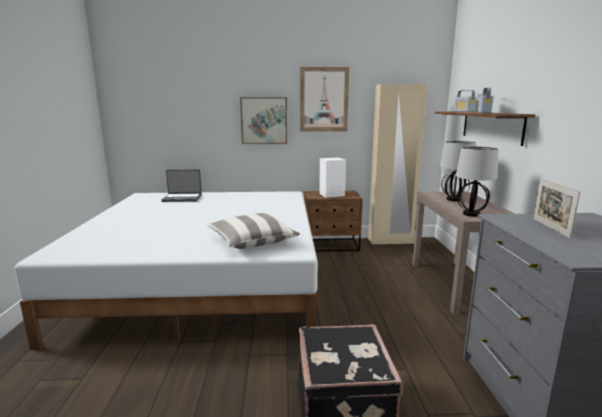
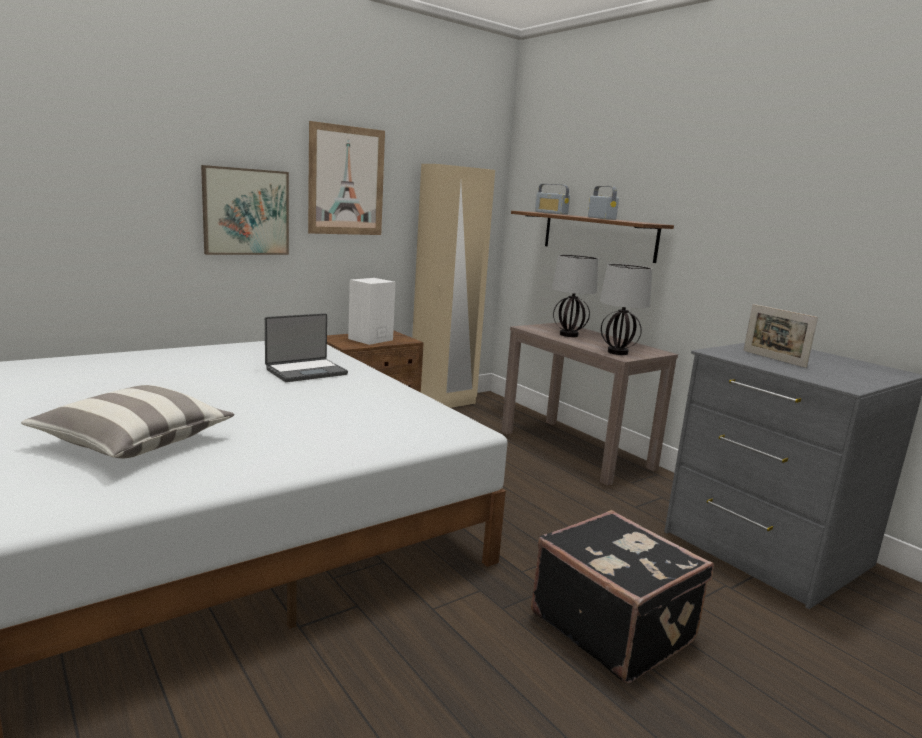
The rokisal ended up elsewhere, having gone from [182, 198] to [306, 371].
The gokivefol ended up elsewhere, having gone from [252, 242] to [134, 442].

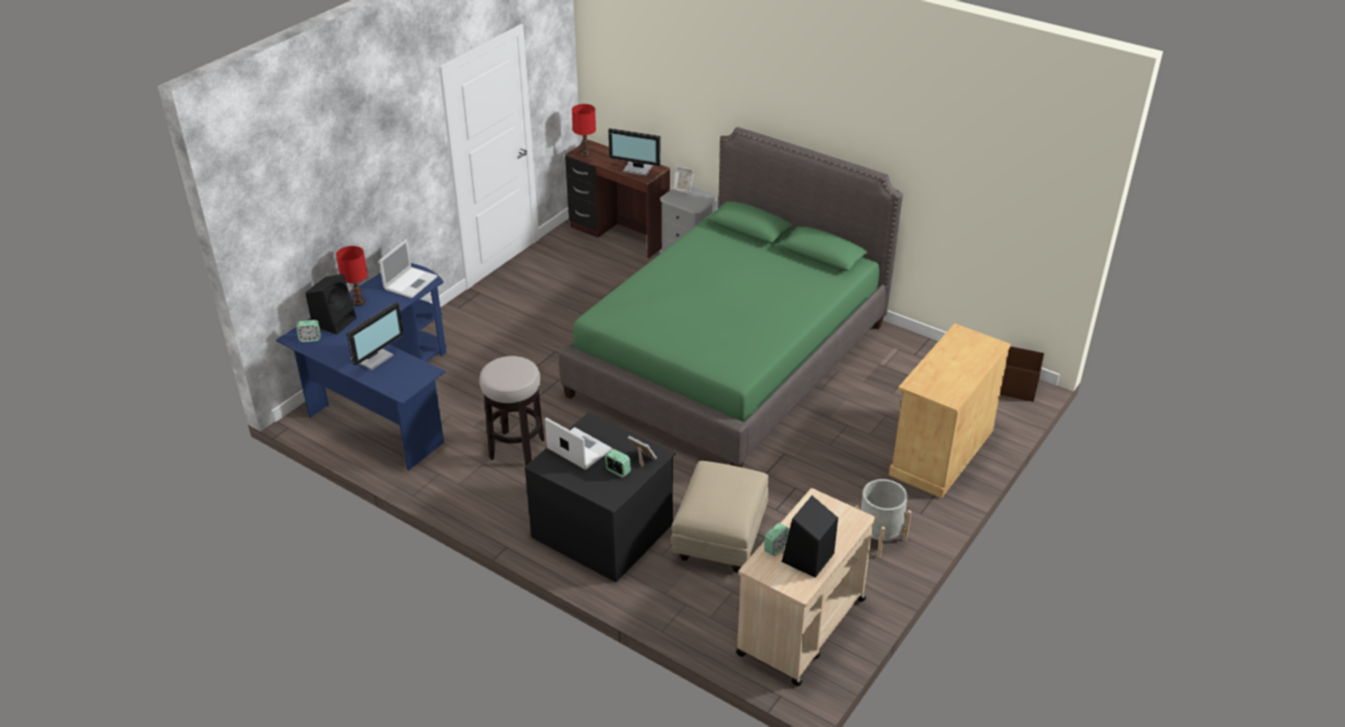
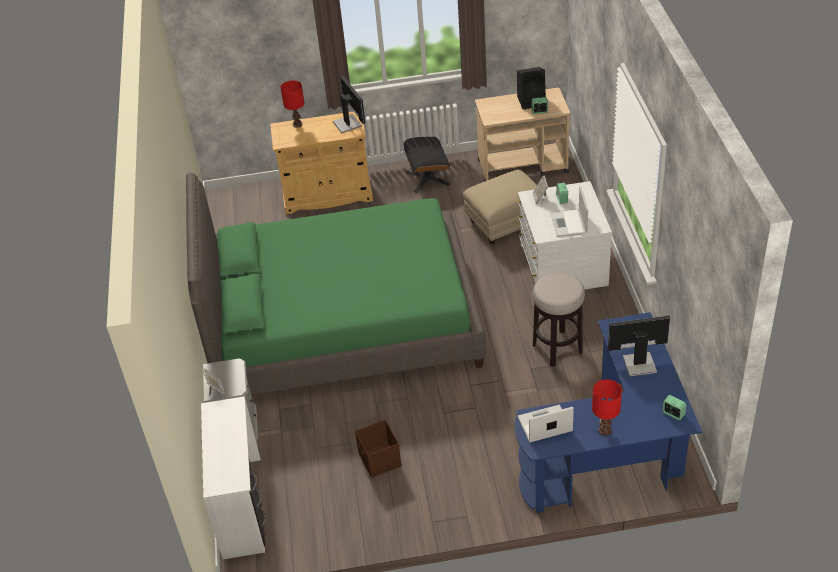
The second view lost the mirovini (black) at [335, 321].
What was the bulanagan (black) at [604, 529] turned into the bulanagan (white) at [562, 265].
What was the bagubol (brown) at [619, 235] turned into the bagubol (white) at [243, 507].
The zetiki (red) ended up elsewhere, having gone from [585, 154] to [297, 124].
The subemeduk ended up elsewhere, having gone from [638, 169] to [348, 123].
Where the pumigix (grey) stood at [879, 537], the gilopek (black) came to stand at [427, 178].
The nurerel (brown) ended up elsewhere, having gone from [1017, 388] to [379, 460].

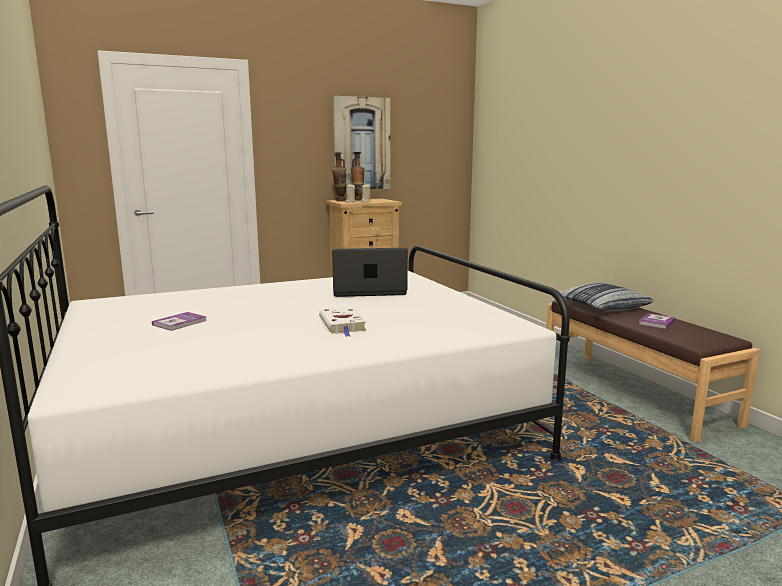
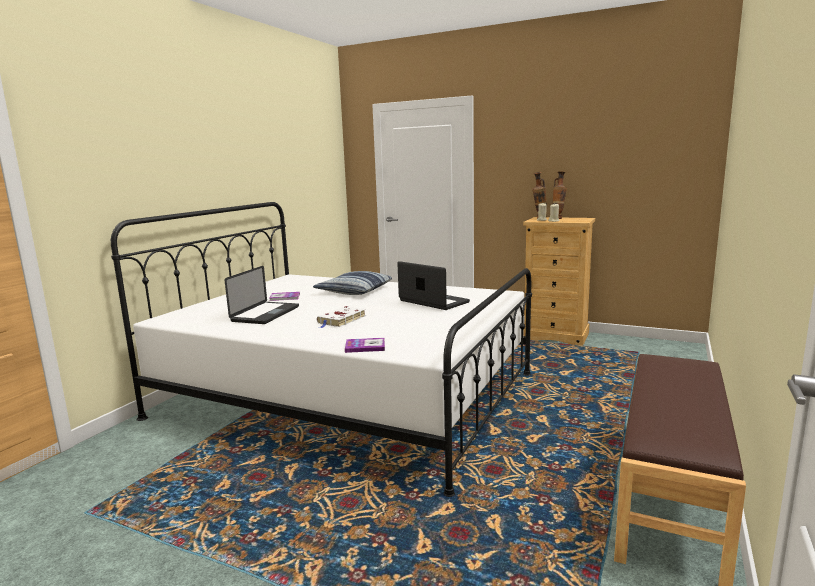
The second view lost the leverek at [361, 144].
The gokivefol ended up elsewhere, having gone from [601, 307] to [354, 291].
The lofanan ended up elsewhere, having gone from [656, 322] to [365, 346].
The second view gained the rokisal at [265, 314].

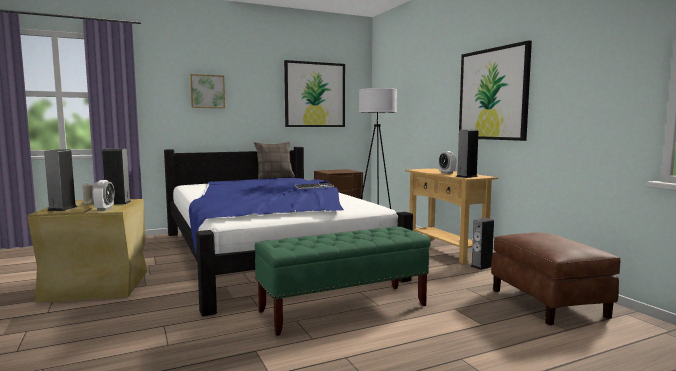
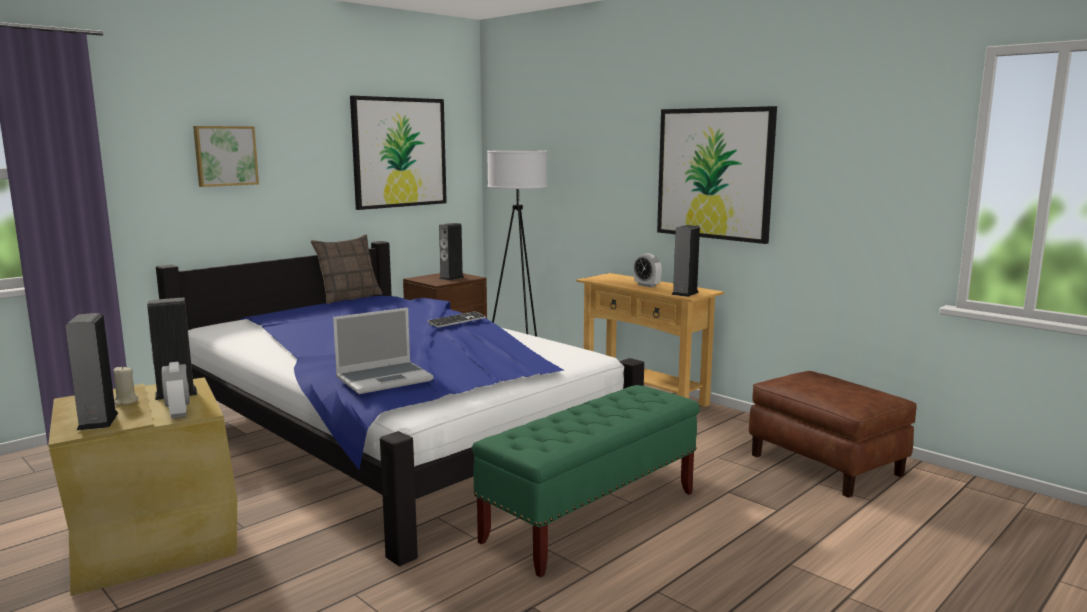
The mirovini ended up elsewhere, having gone from [481, 266] to [451, 278].
The second view gained the rokisal at [385, 379].

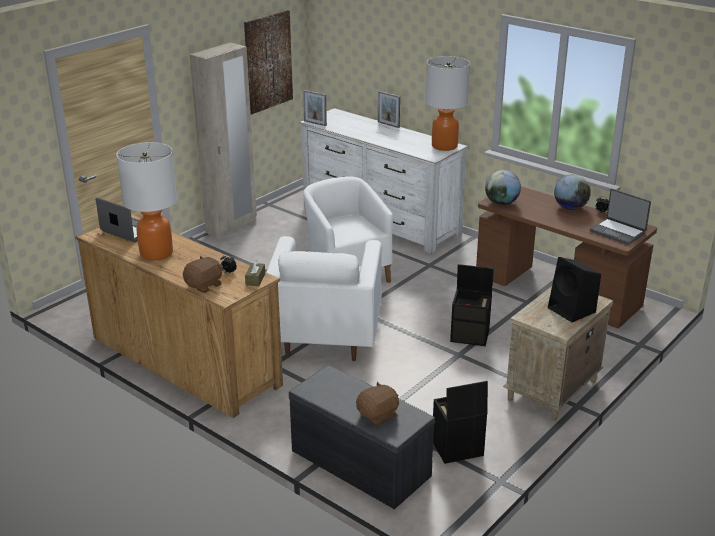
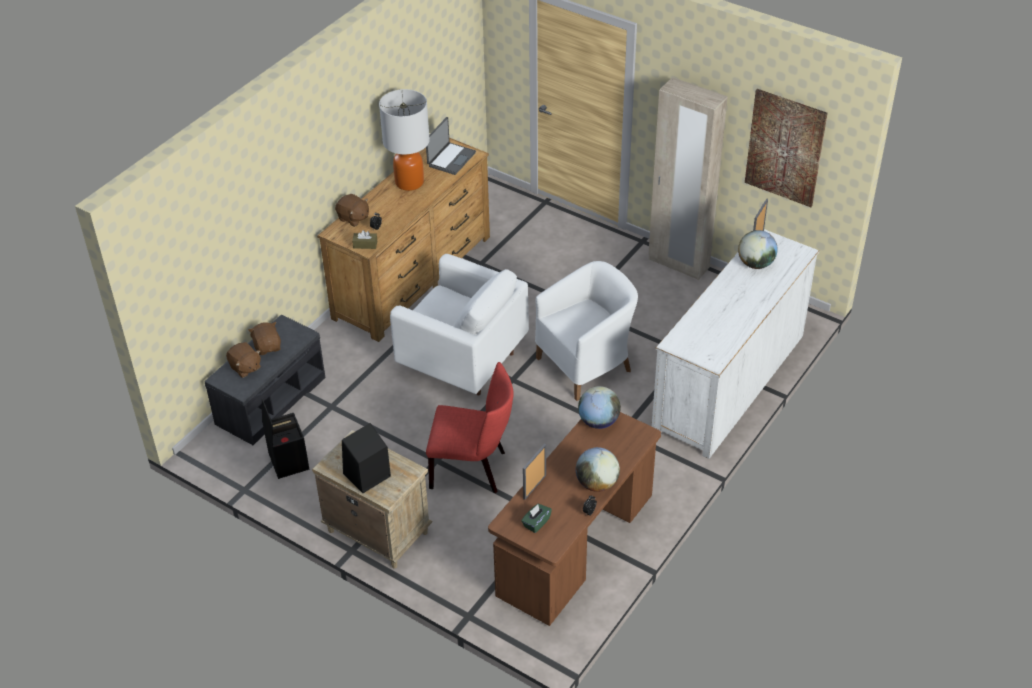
The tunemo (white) at [325, 336] ended up facing another way, 150 degrees counterclockwise from before.
The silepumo ended up elsewhere, having gone from [388, 124] to [534, 487].
The second view lost the zetiki at [444, 146].
Where the nurerel (black) stood at [470, 335], the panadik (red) came to stand at [473, 469].
Where the rokisal stood at [618, 232], the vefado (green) came to stand at [536, 523].
The second view gained the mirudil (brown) at [267, 347].
The second view gained the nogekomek at [755, 264].

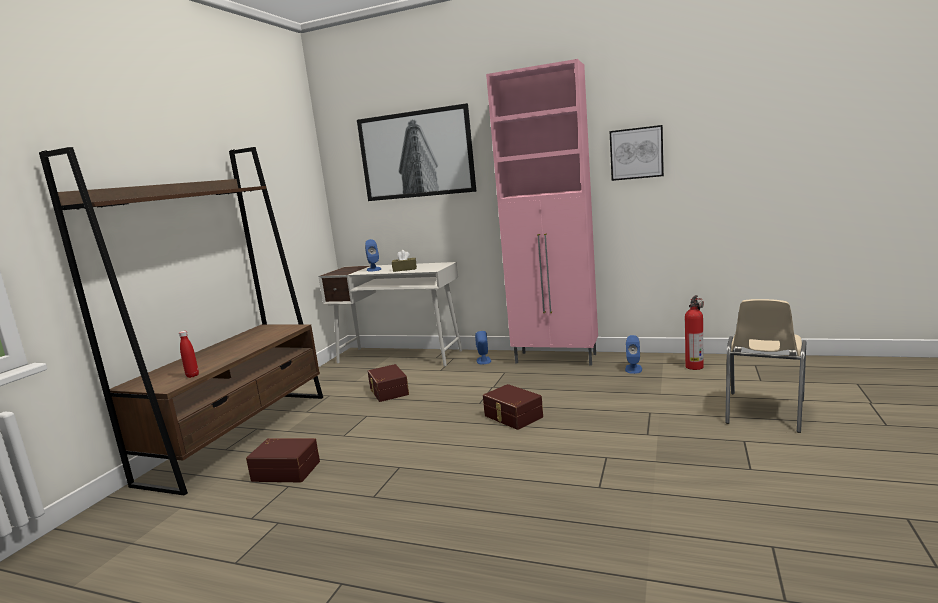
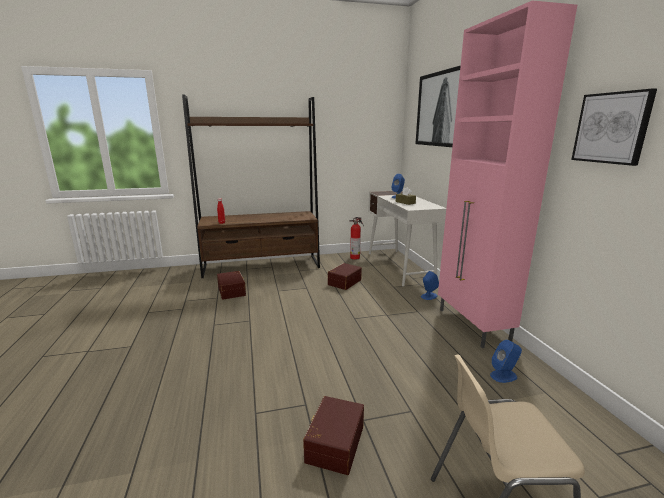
The nurerel (brown) ended up elsewhere, having gone from [512, 417] to [333, 443].
The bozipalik ended up elsewhere, having gone from [694, 366] to [355, 257].

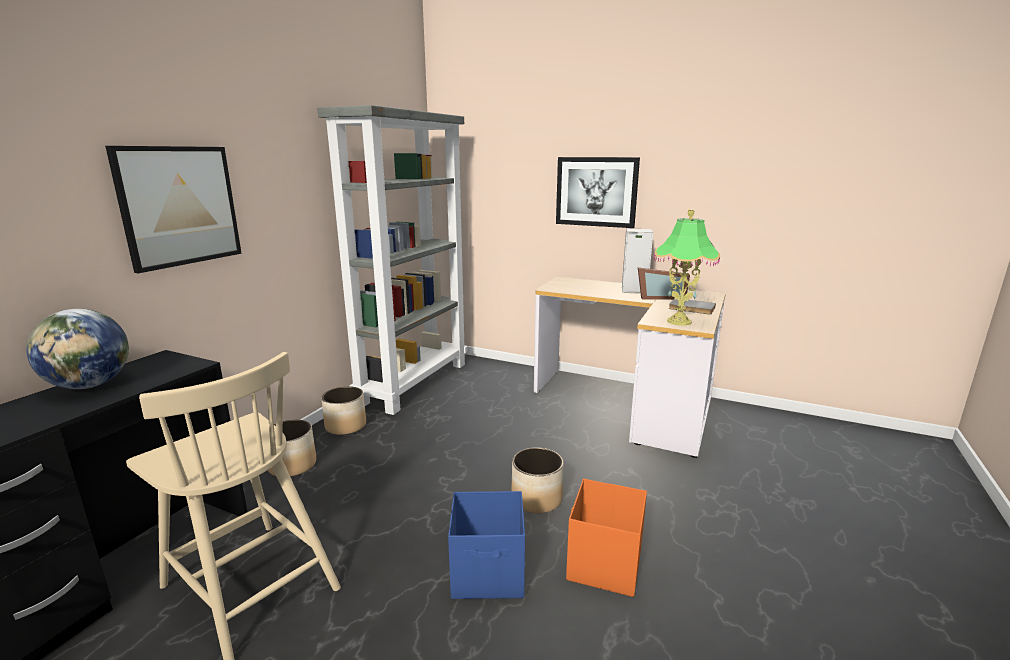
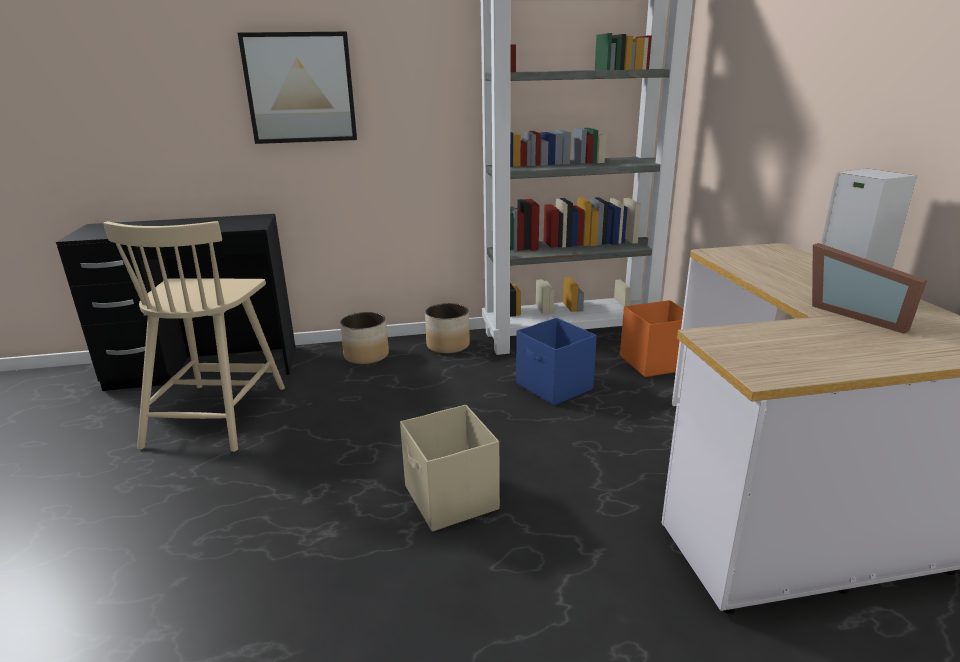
The second view lost the nogekomek at [90, 385].
The nurerel (blue) ended up elsewhere, having gone from [489, 574] to [554, 387].
Where the pumigix stood at [537, 499], the nurerel (beige) came to stand at [451, 499].
The second view lost the leverek at [596, 192].
The nurerel (orange) ended up elsewhere, having gone from [604, 565] to [653, 362].
The second view lost the zetiki at [679, 321].
The second view lost the lofanan (grey) at [691, 308].

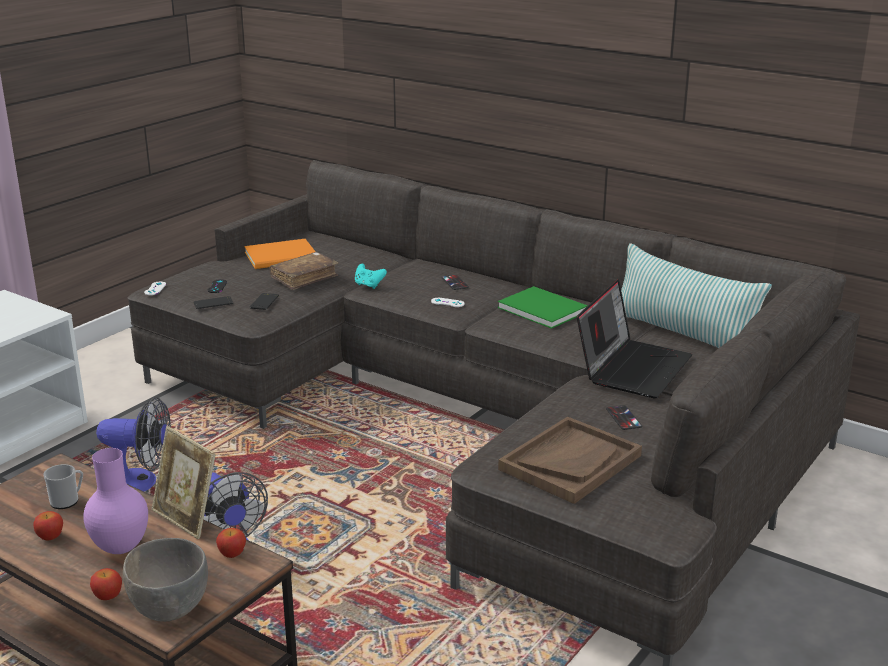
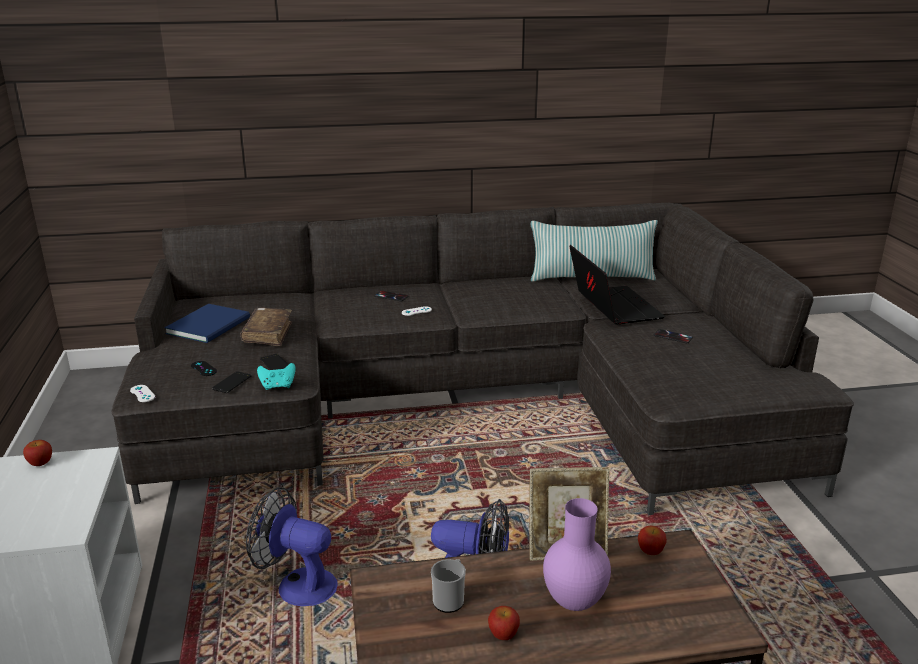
The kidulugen ended up elsewhere, having gone from [107, 596] to [40, 463].
The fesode at [140, 484] ended up facing another way, 120 degrees counterclockwise from before.
The second view lost the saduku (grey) at [169, 608].
What was the lofanan (orange) at [283, 257] turned into the lofanan (blue) at [211, 325].
The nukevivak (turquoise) ended up elsewhere, having gone from [369, 285] to [277, 386].
The second view lost the lofanan (green) at [542, 308].
The second view lost the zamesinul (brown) at [570, 462].

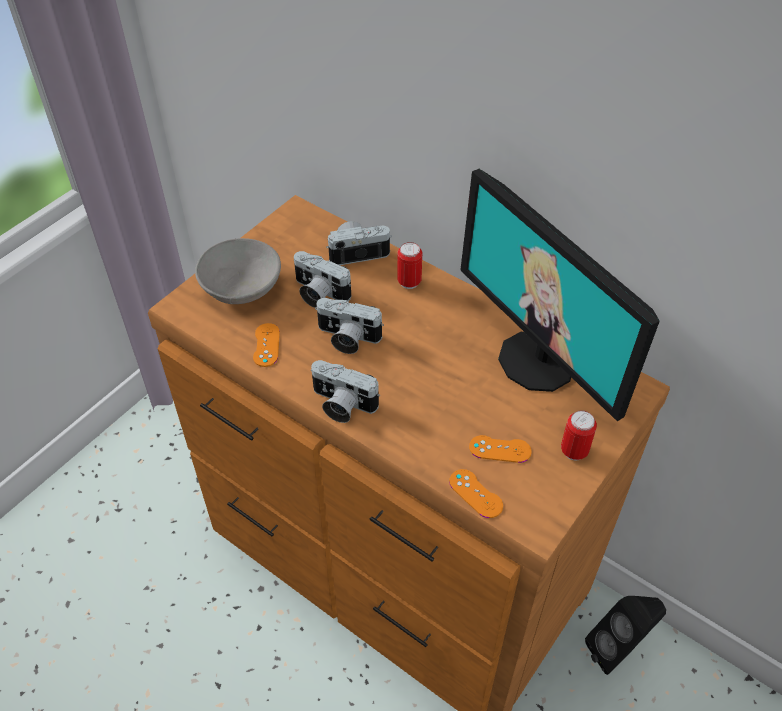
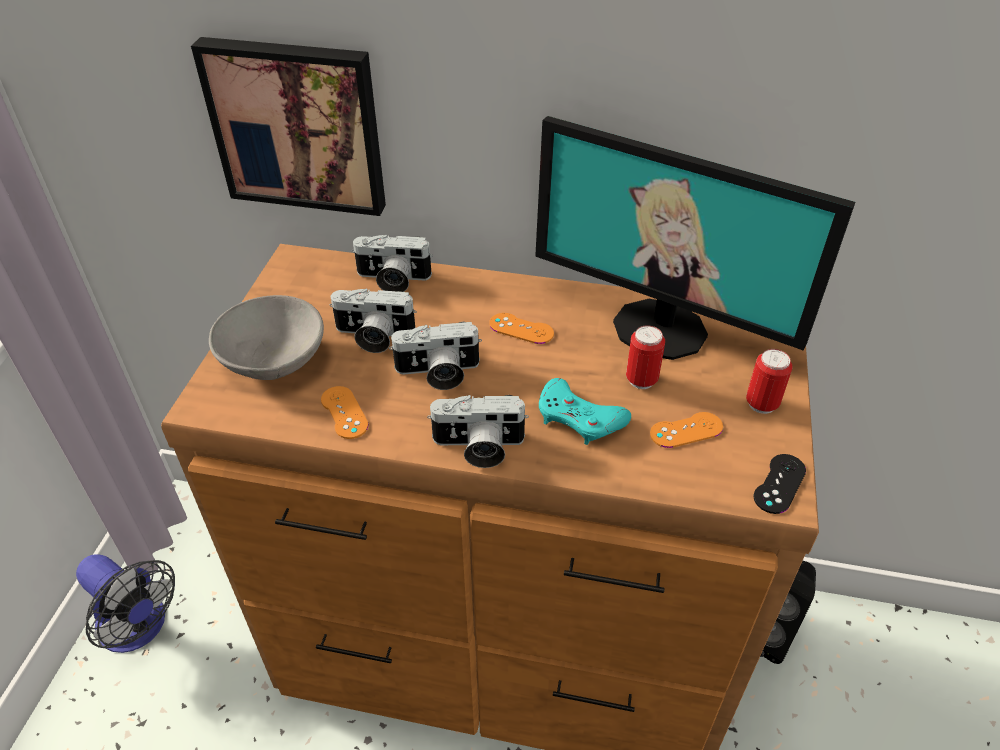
The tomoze at [358, 252] ended up facing another way, 135 degrees counterclockwise from before.
The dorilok ended up elsewhere, having gone from [409, 282] to [641, 380].
The nukevivak (orange) ended up elsewhere, having gone from [475, 493] to [521, 329].
The second view gained the fesode at [139, 628].
The second view gained the leverek at [298, 125].
The second view gained the nukevivak (turquoise) at [579, 418].
The second view gained the nukevivak (black) at [779, 484].

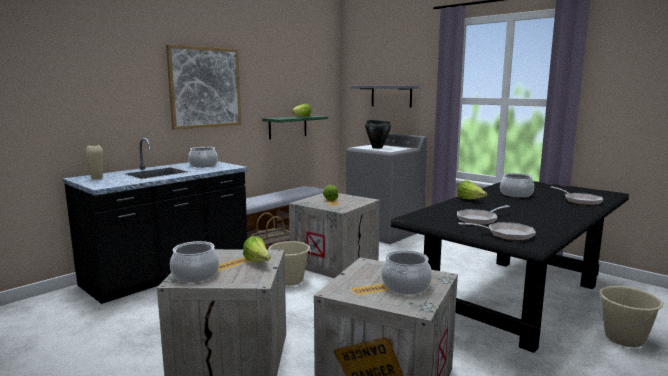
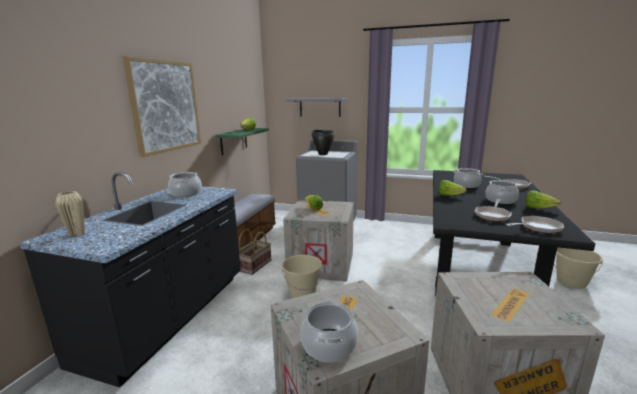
The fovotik ended up elsewhere, having gone from [258, 262] to [538, 208].
The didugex ended up elsewhere, having gone from [406, 286] to [501, 200].

